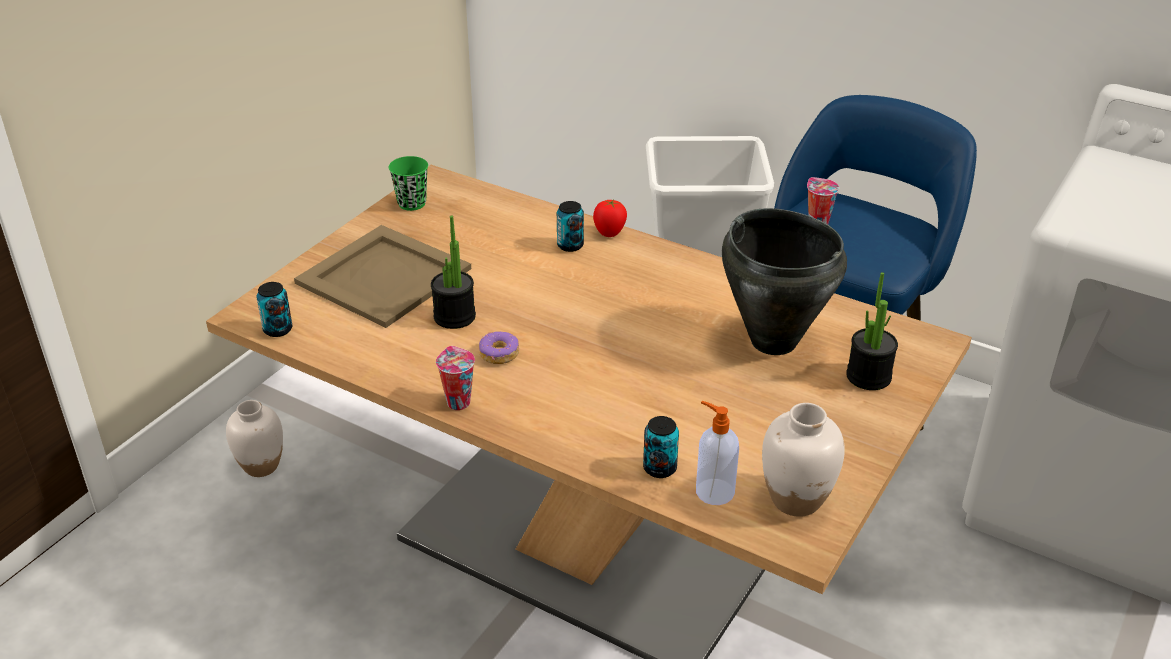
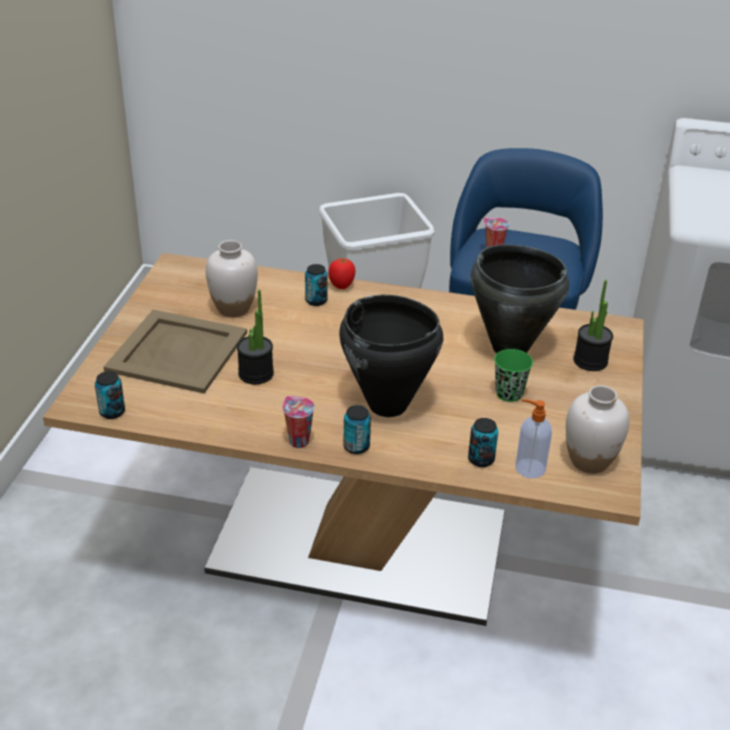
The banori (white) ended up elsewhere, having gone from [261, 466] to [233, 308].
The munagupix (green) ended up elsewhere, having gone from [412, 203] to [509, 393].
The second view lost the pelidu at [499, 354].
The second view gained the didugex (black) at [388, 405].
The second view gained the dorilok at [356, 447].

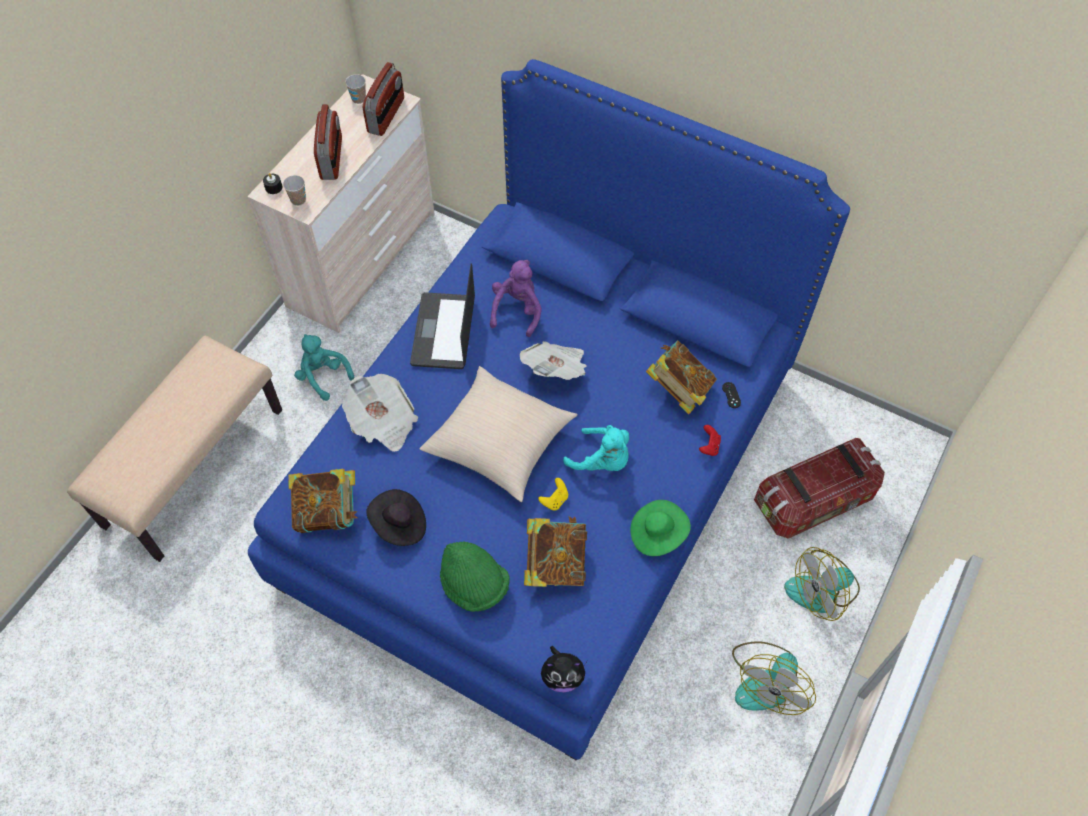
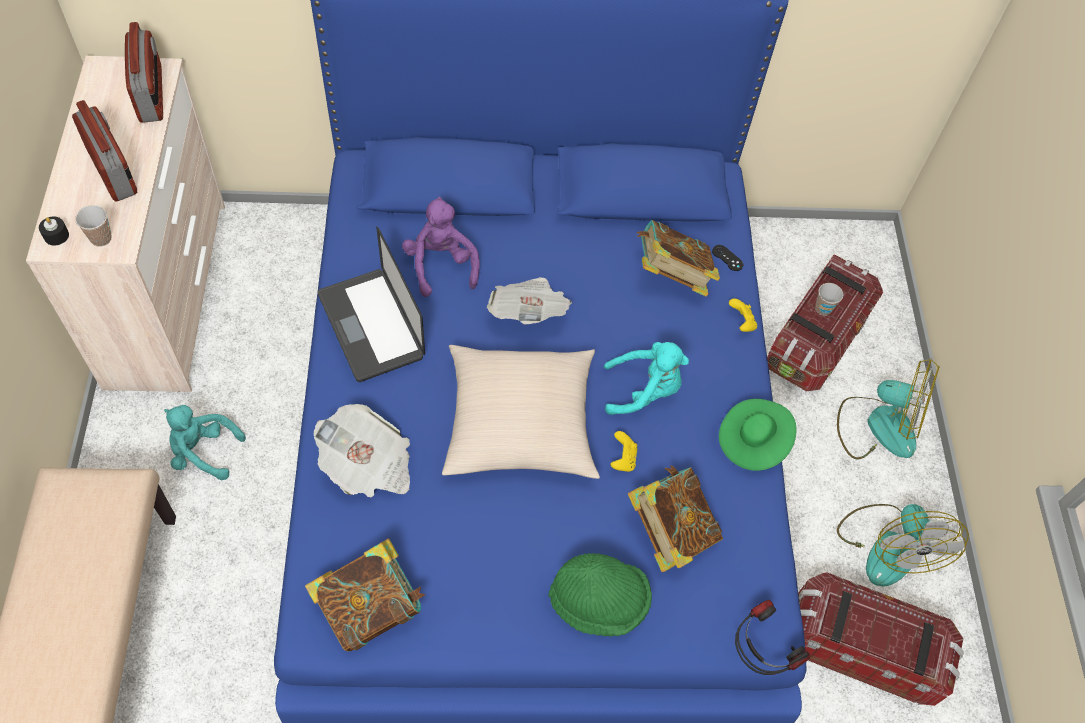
The munagupix ended up elsewhere, having gone from [358, 99] to [823, 309].
The second view lost the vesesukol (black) at [399, 525].
Where the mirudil stood at [562, 676], the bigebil came to stand at [760, 652].
What was the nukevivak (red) at [709, 446] turned into the nukevivak (yellow) at [741, 323].
The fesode at [822, 589] ended up facing another way, 105 degrees counterclockwise from before.
The second view gained the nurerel at [860, 648].

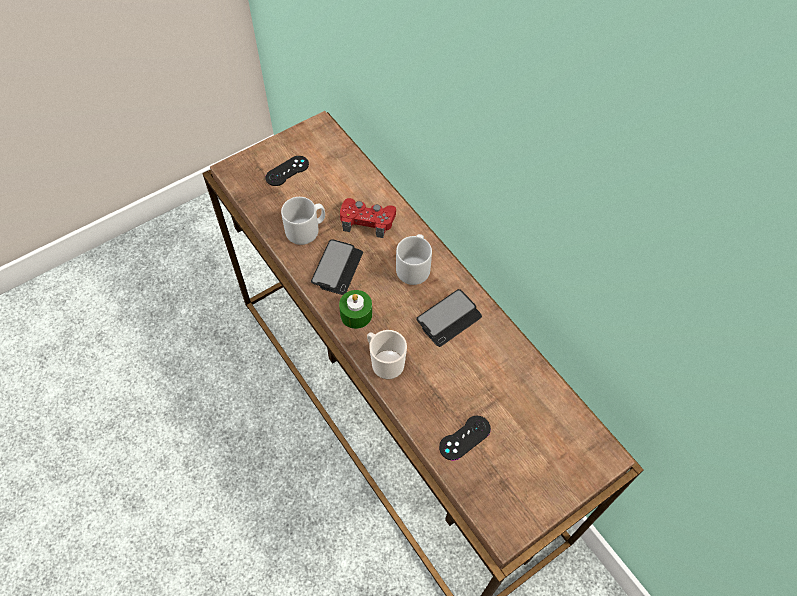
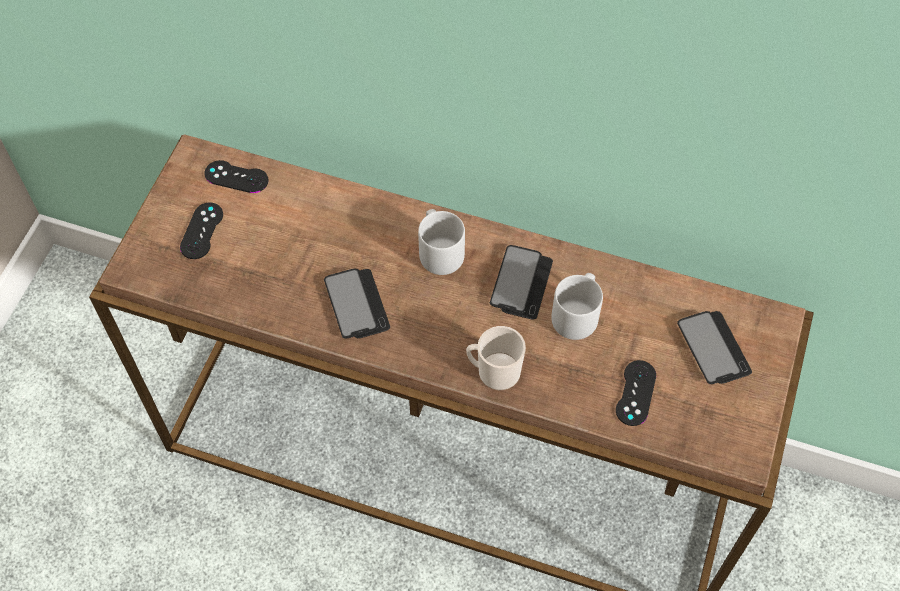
The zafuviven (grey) ended up elsewhere, having gone from [306, 230] to [577, 315].
The second view lost the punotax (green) at [356, 314].
The second view lost the nukevivak (red) at [367, 220].
The second view gained the nukevivak (black) at [236, 177].
The second view gained the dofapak at [713, 348].

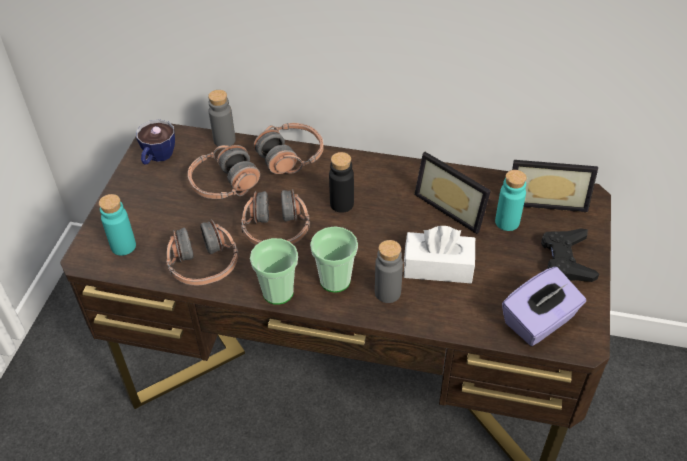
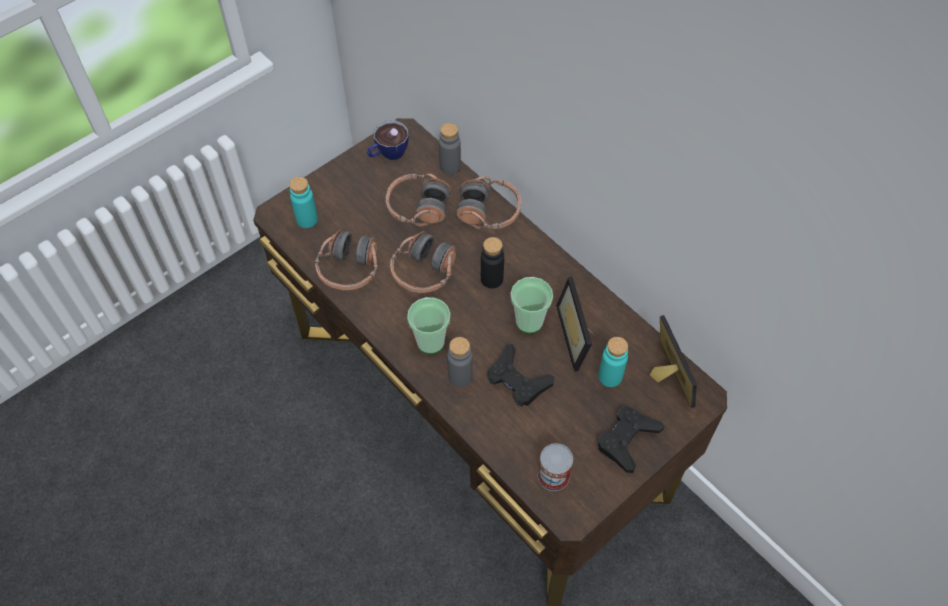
The munagupix ended up elsewhere, having gone from [278, 292] to [529, 321].
Where the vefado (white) stood at [438, 267], the nukevivak (black) came to stand at [517, 380].
Where the vefado (purple) stood at [539, 322], the dorilok came to stand at [553, 476].
The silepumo at [546, 198] ended up facing another way, 150 degrees counterclockwise from before.

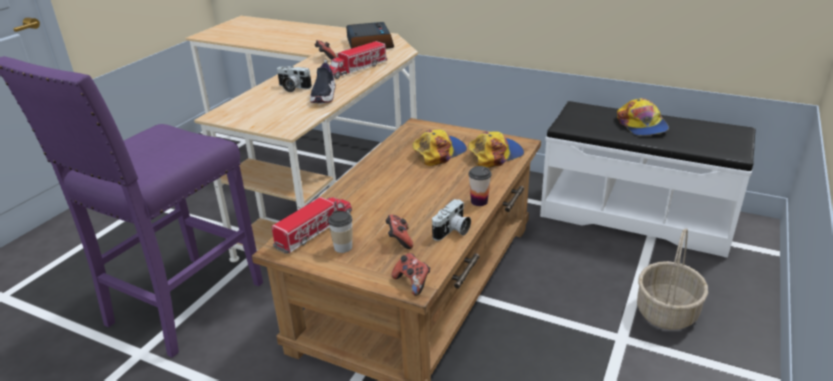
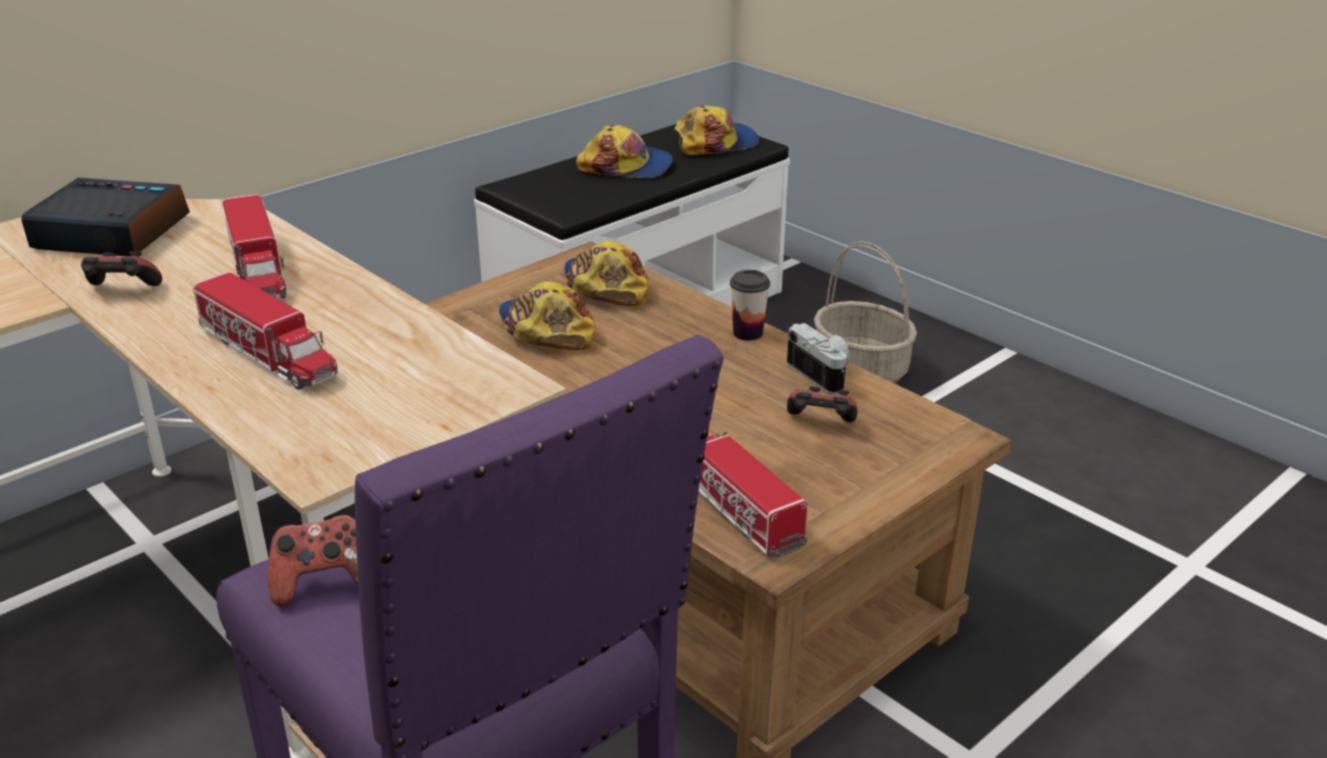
Where the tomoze stood at [292, 88], the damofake came to stand at [268, 353].
The second view lost the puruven at [324, 96].
The second view lost the munagupix at [343, 247].
The nukevivak ended up elsewhere, having gone from [412, 283] to [324, 583].
The second view gained the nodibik at [716, 143].

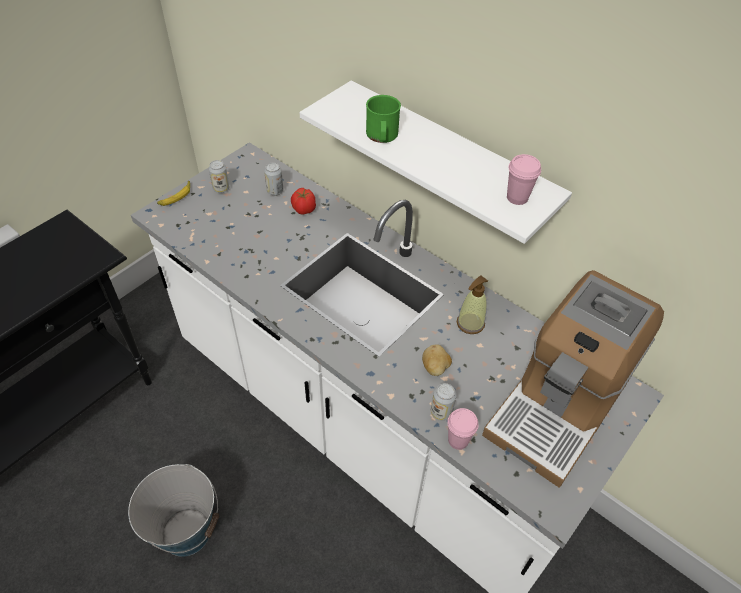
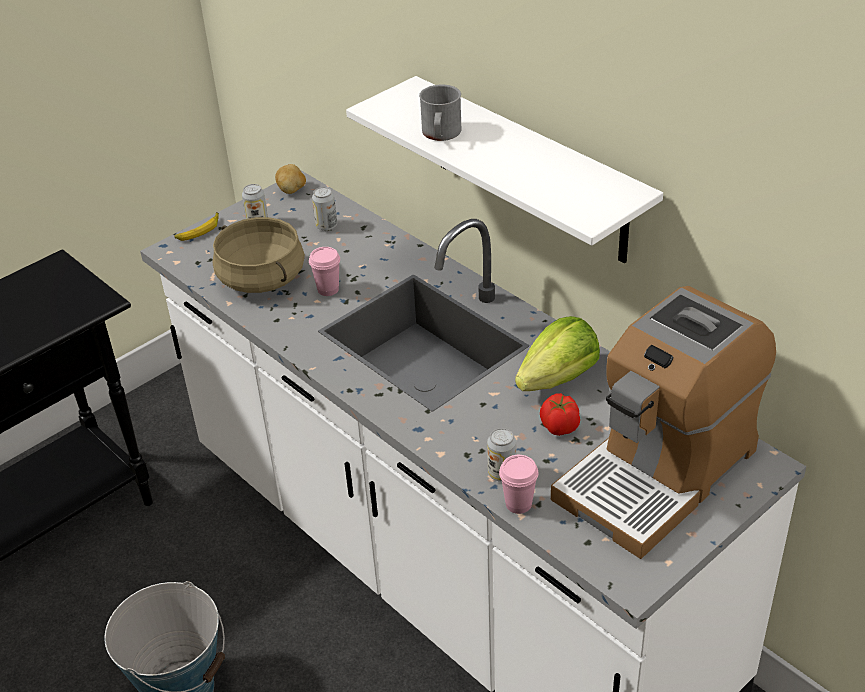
The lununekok ended up elsewhere, having gone from [303, 209] to [559, 427].
What was the zafuviven (green) at [382, 137] turned into the zafuviven (grey) at [441, 134].
The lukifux ended up elsewhere, having gone from [435, 368] to [292, 190].
Where the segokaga stood at [470, 323], the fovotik came to stand at [558, 379].
The munagupix (pink) ended up elsewhere, having gone from [517, 198] to [328, 289].
The second view gained the didugex (beige) at [261, 279].

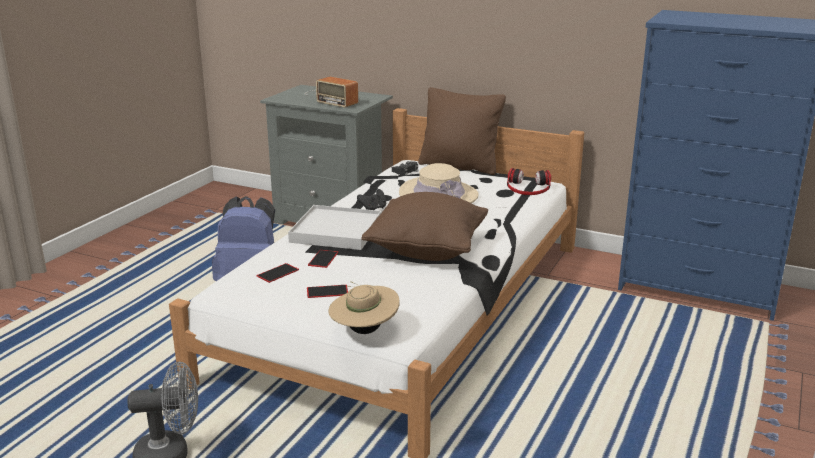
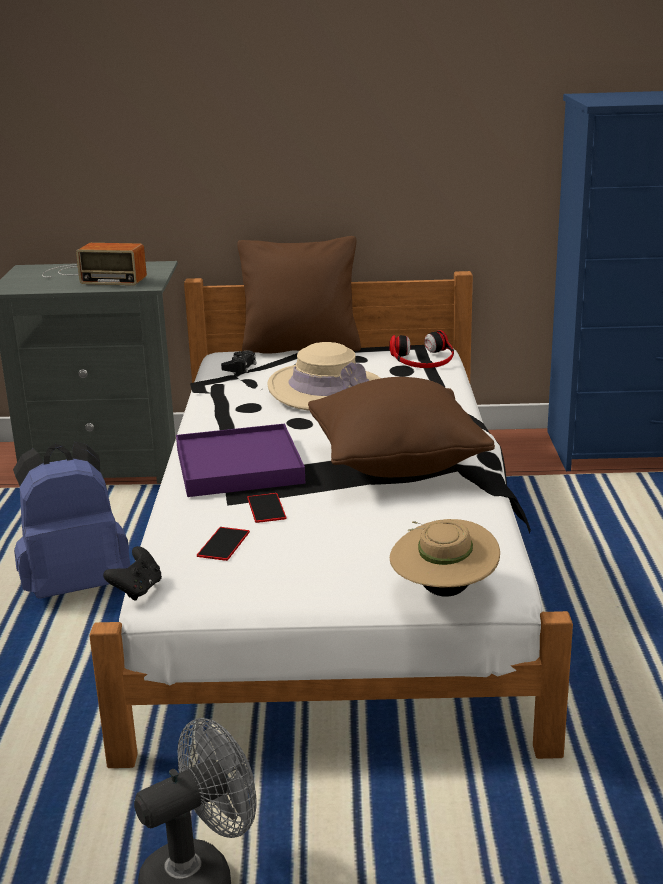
What was the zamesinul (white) at [336, 231] turned into the zamesinul (purple) at [238, 466].
The second view lost the dofapak at [327, 291].
The nukevivak (black) ended up elsewhere, having gone from [373, 209] to [137, 590].

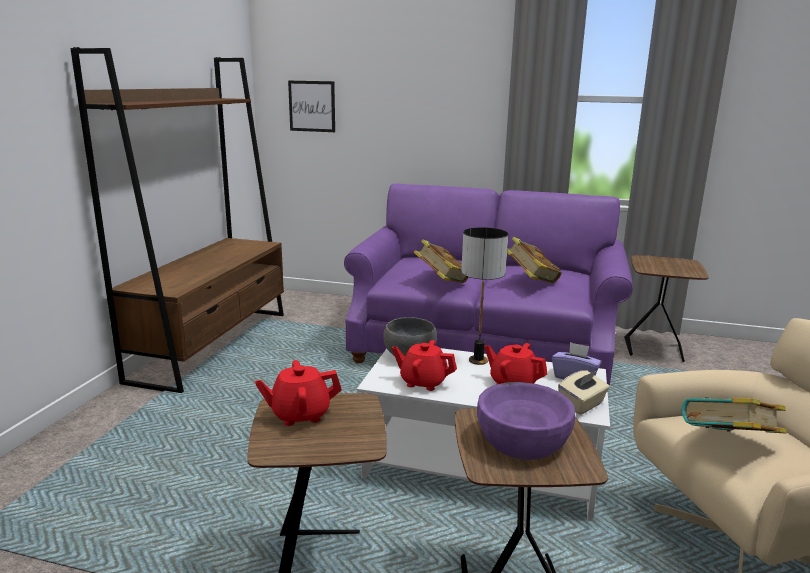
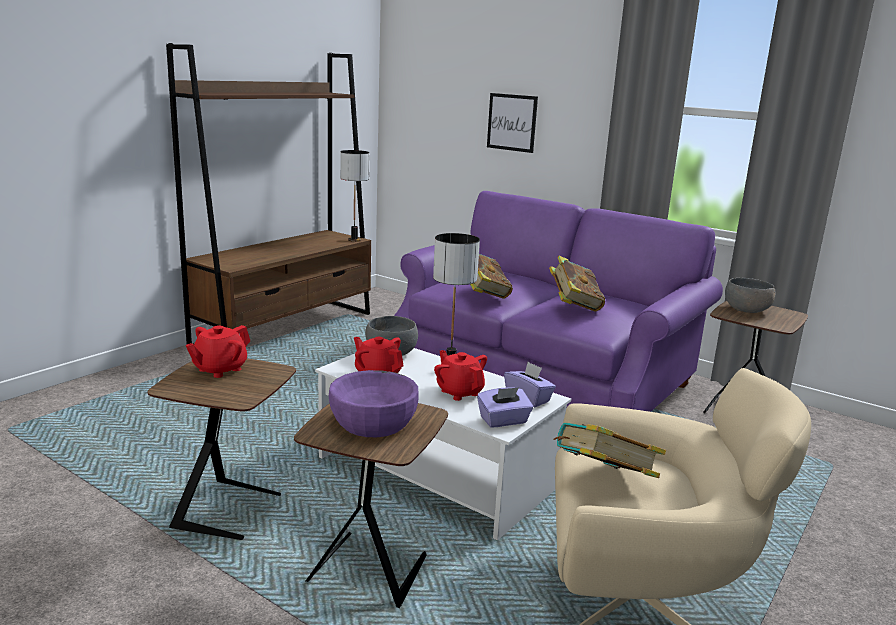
The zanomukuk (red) at [300, 414] ended up facing another way, 60 degrees counterclockwise from before.
The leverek ended up elsewhere, having gone from [312, 106] to [512, 122].
What was the vefado (beige) at [582, 405] turned into the vefado (purple) at [503, 421].
The second view gained the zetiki at [354, 240].
The second view gained the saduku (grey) at [746, 310].

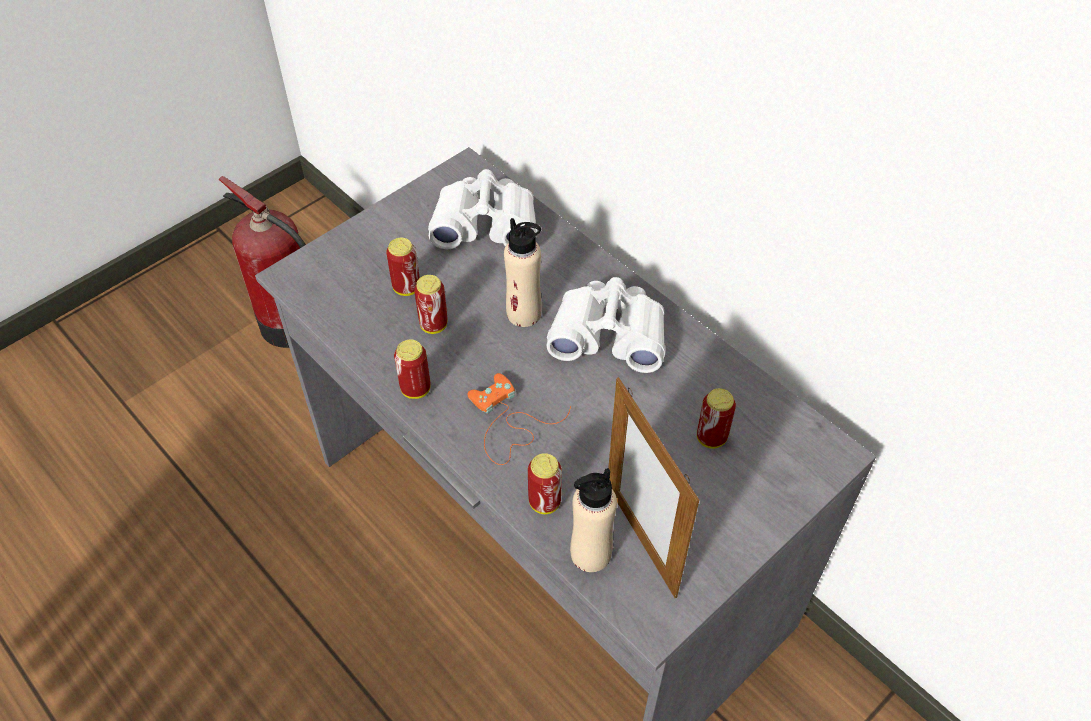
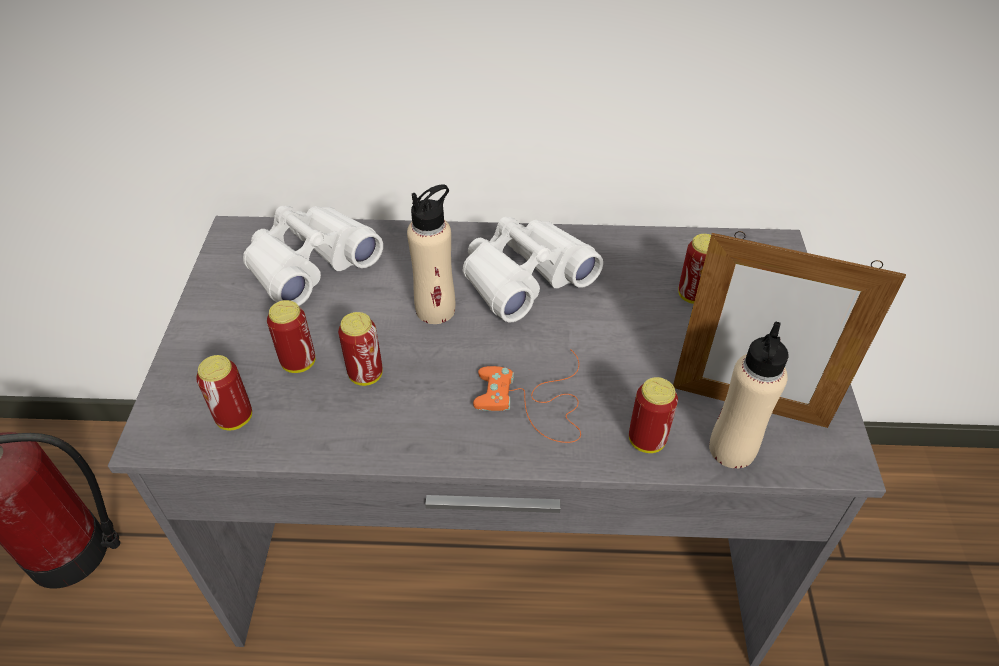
The dorilok ended up elsewhere, having gone from [415, 389] to [235, 418].

